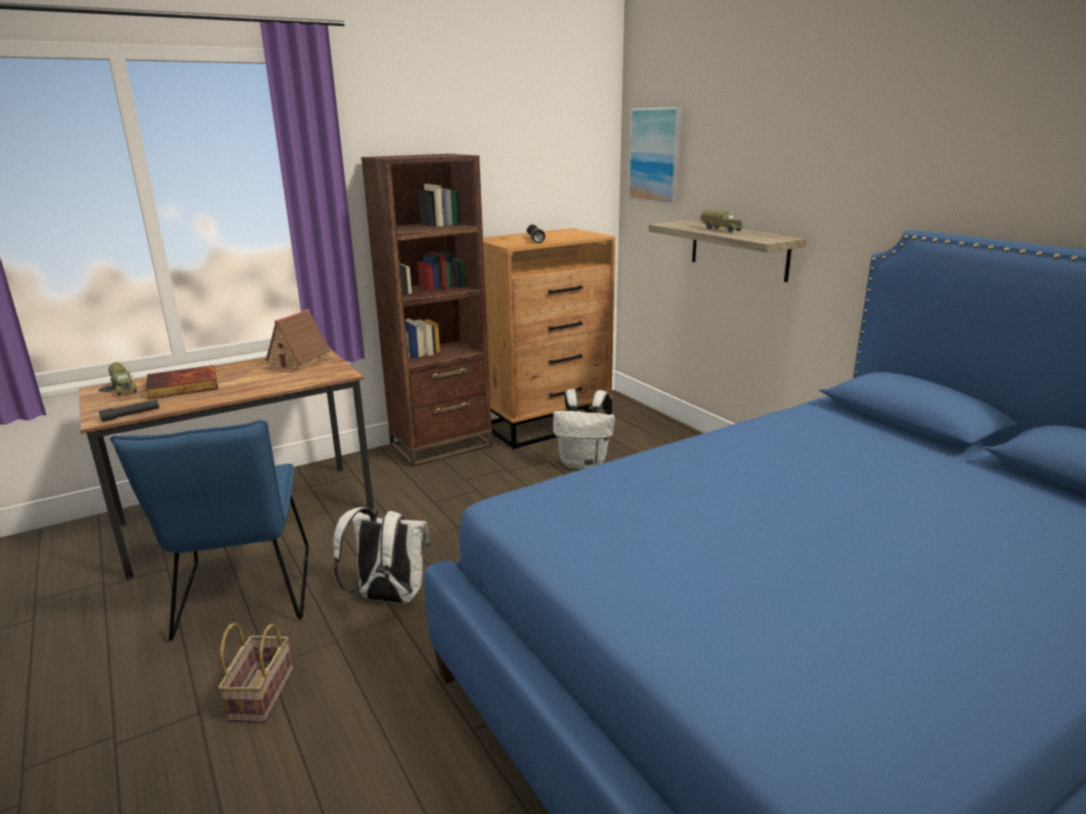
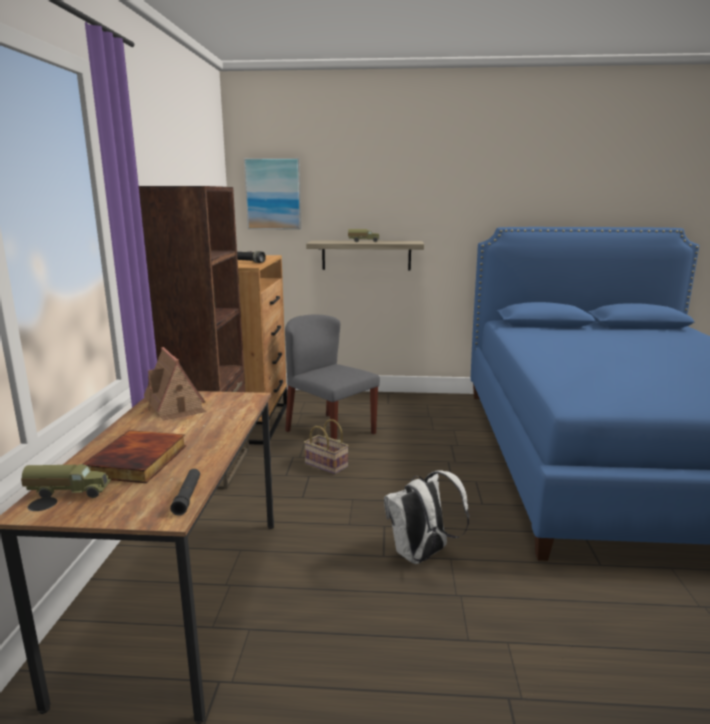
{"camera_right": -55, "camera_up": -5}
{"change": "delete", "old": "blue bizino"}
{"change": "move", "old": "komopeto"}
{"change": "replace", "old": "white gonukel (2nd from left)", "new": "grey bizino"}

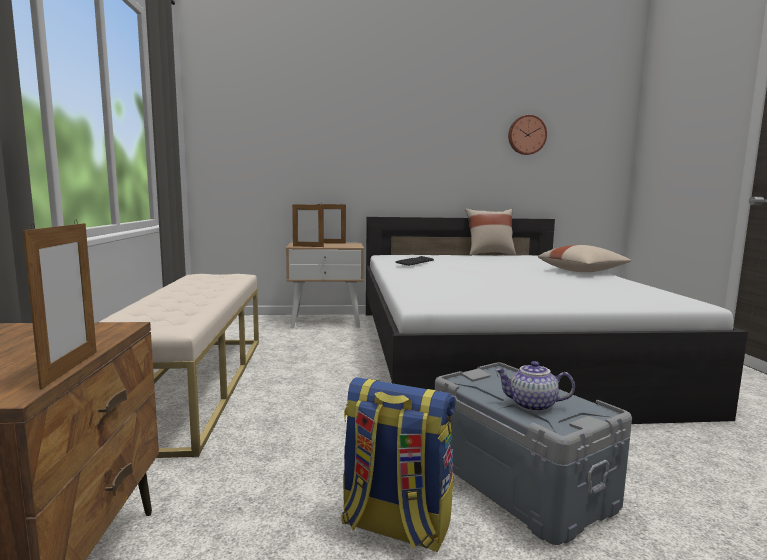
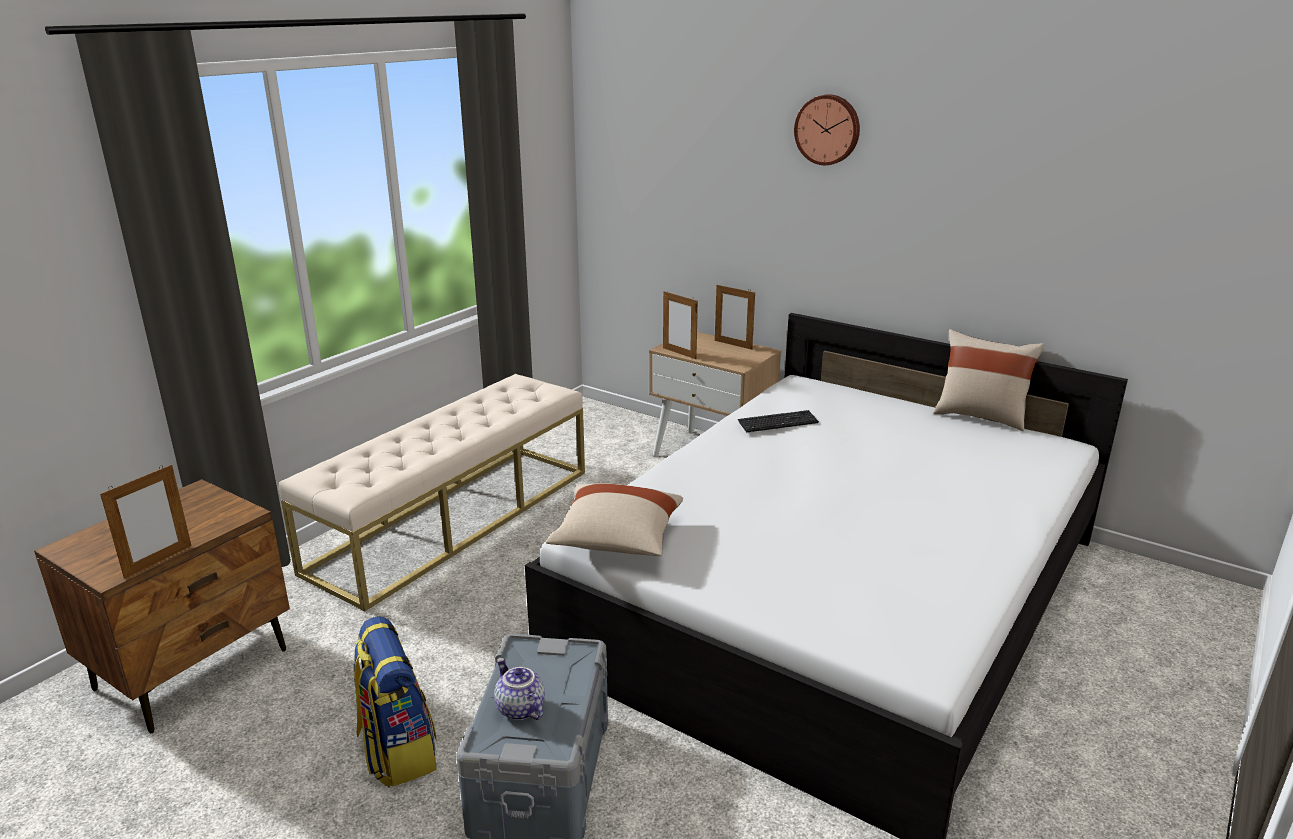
{"camera_right": 40, "camera_up": 15}
{"change": "move", "old": "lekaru"}
{"change": "move", "old": "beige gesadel (2nd from left in the first image)", "new": "beige gesadel (1st from left)"}

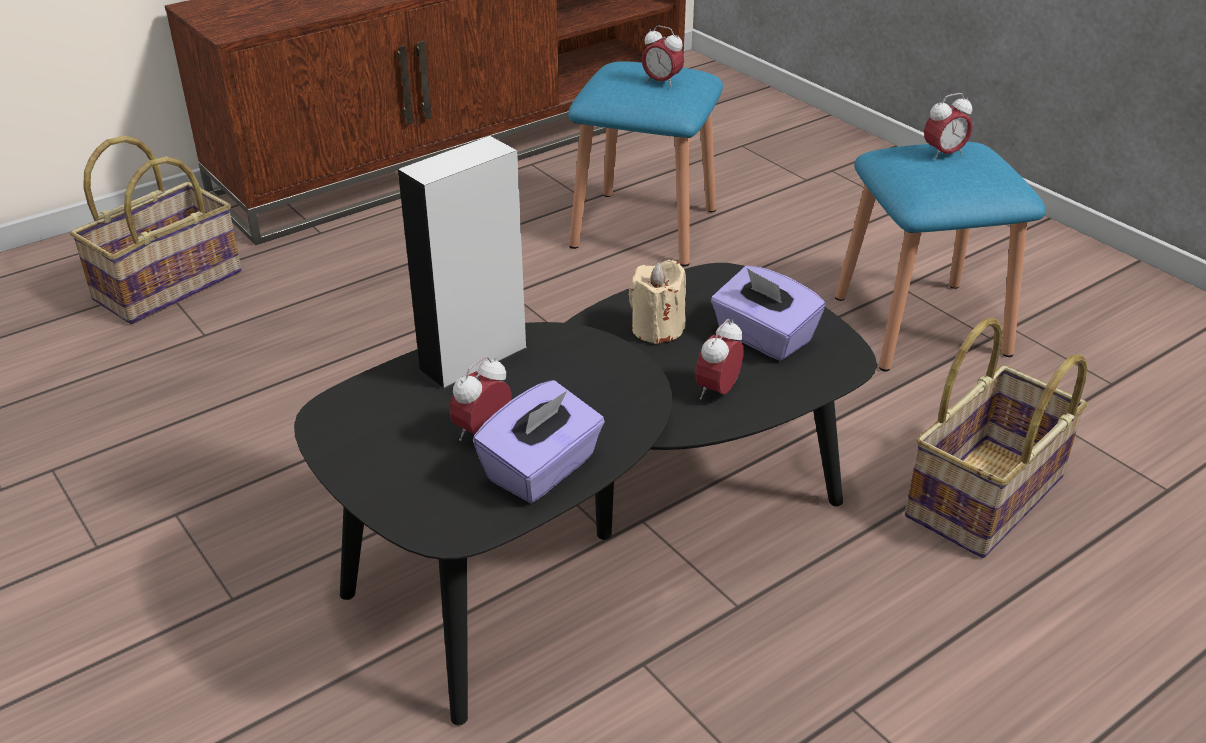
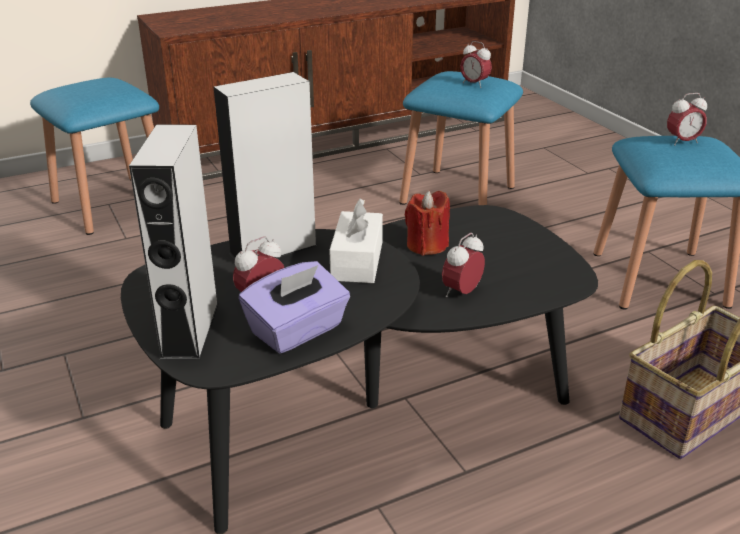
{"camera_right": 10, "camera_up": -5}
{"change": "replace", "old": "komopeto (1st from left)", "new": "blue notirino (1st from left)"}
{"change": "recolor", "old": "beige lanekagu", "new": "red lanekagu"}
{"change": "delete", "old": "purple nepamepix (2nd from left)"}
{"change": "insert", "new": "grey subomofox (1st from left)"}
{"change": "insert", "new": "white nepamepix"}

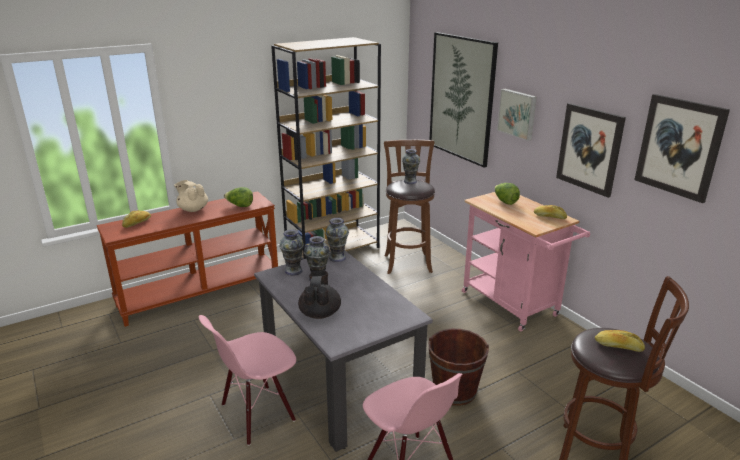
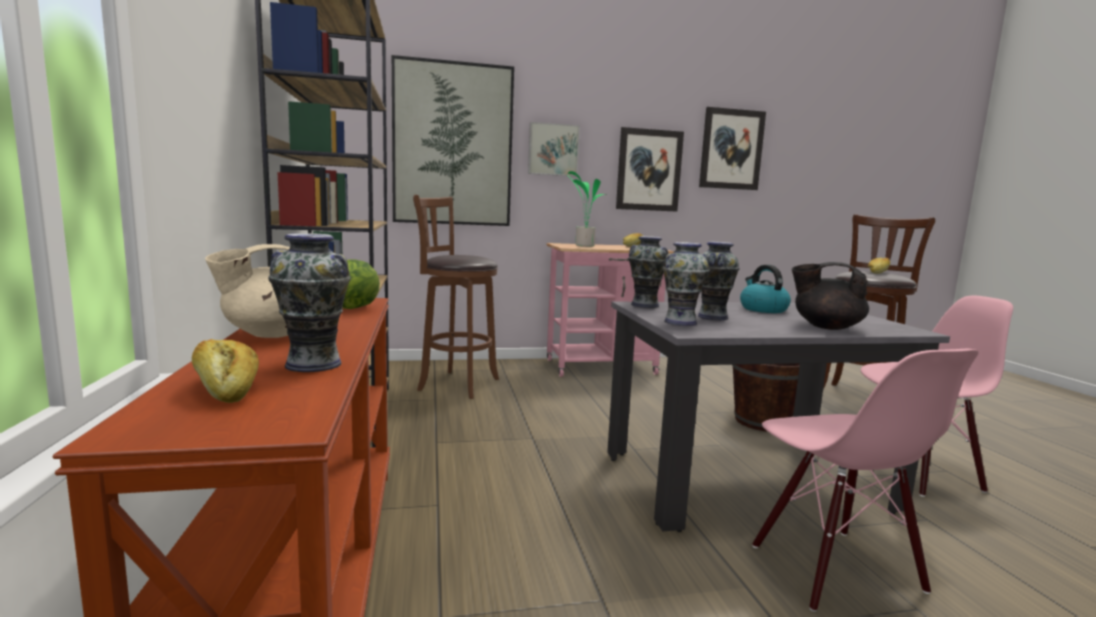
{"camera_right": -70, "camera_up": -15}
{"change": "move", "old": "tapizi (4th from left in the first image)", "new": "tapizi (1st from left)"}
{"change": "replace", "old": "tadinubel (2nd from left)", "new": "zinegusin"}
{"change": "insert", "new": "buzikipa"}

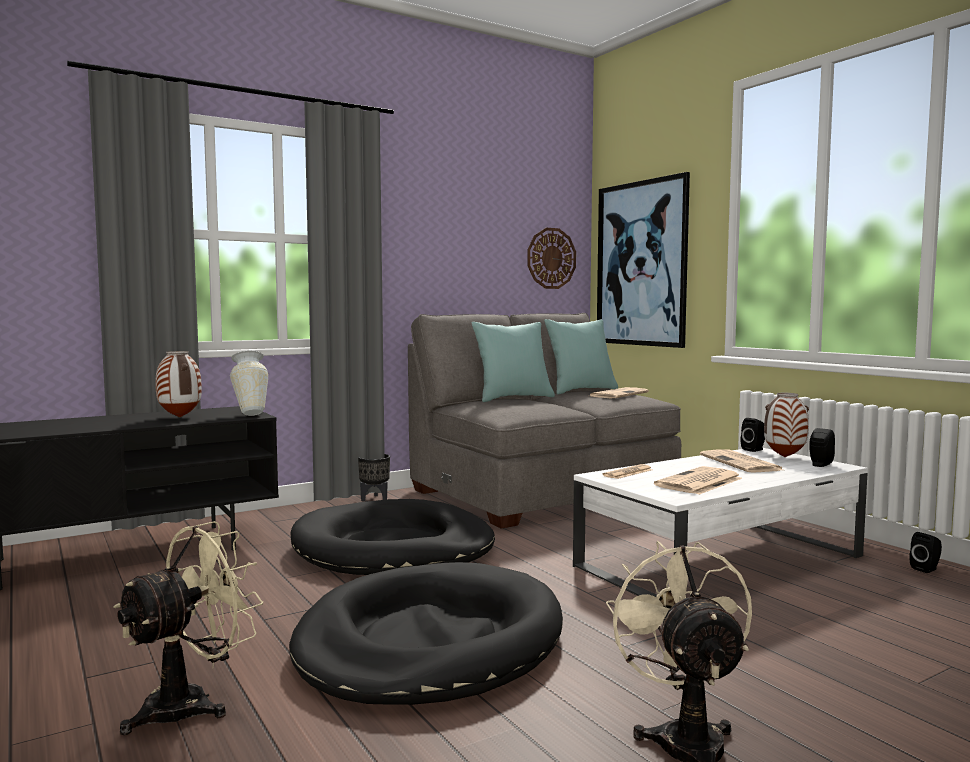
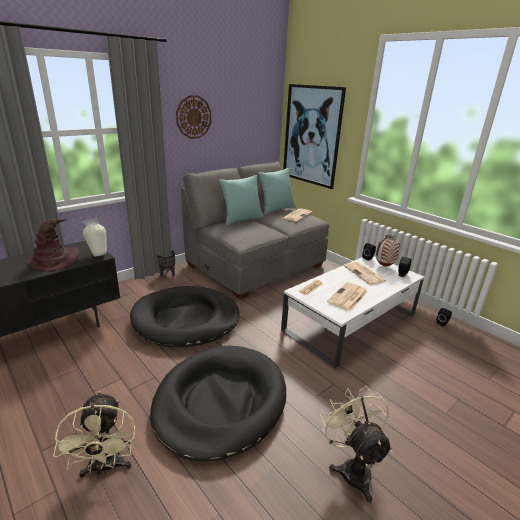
{"camera_right": -10, "camera_up": 20}
{"change": "rotate", "old": "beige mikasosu (1st from left)", "degrees": 135}
{"change": "replace", "old": "tapizi (1st from left)", "new": "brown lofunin"}
{"change": "move", "old": "lekaru"}

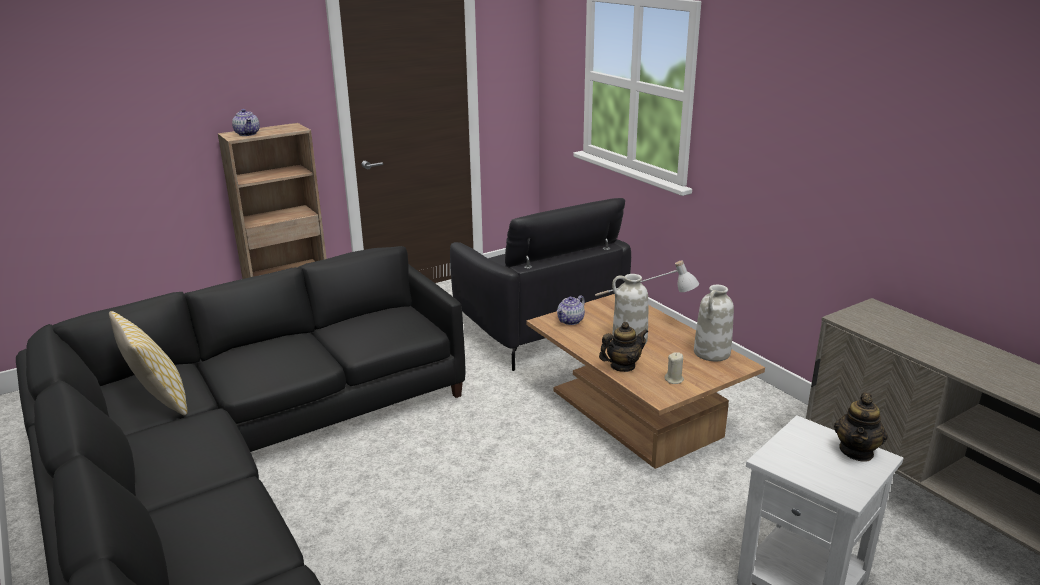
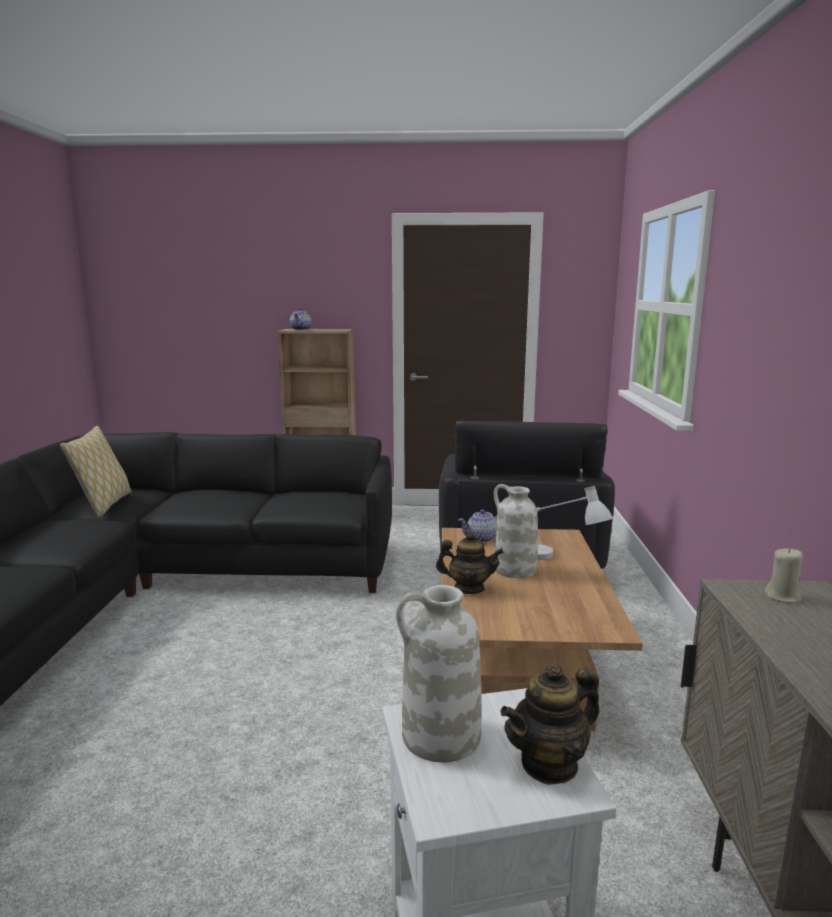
{"camera_right": 35, "camera_up": -10}
{"change": "move", "old": "beige lanekagu"}
{"change": "move", "old": "white tapizi (2nd from left in the first image)", "new": "white tapizi (1st from left)"}

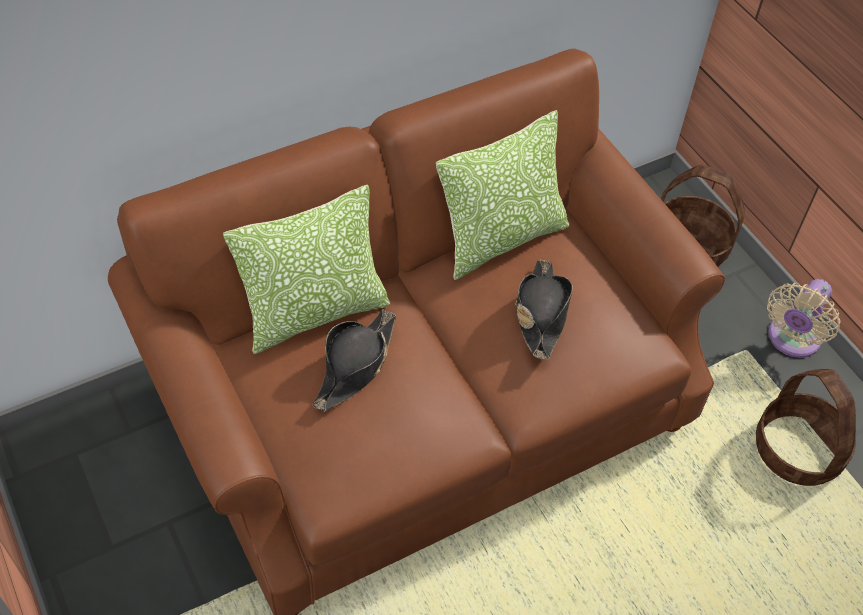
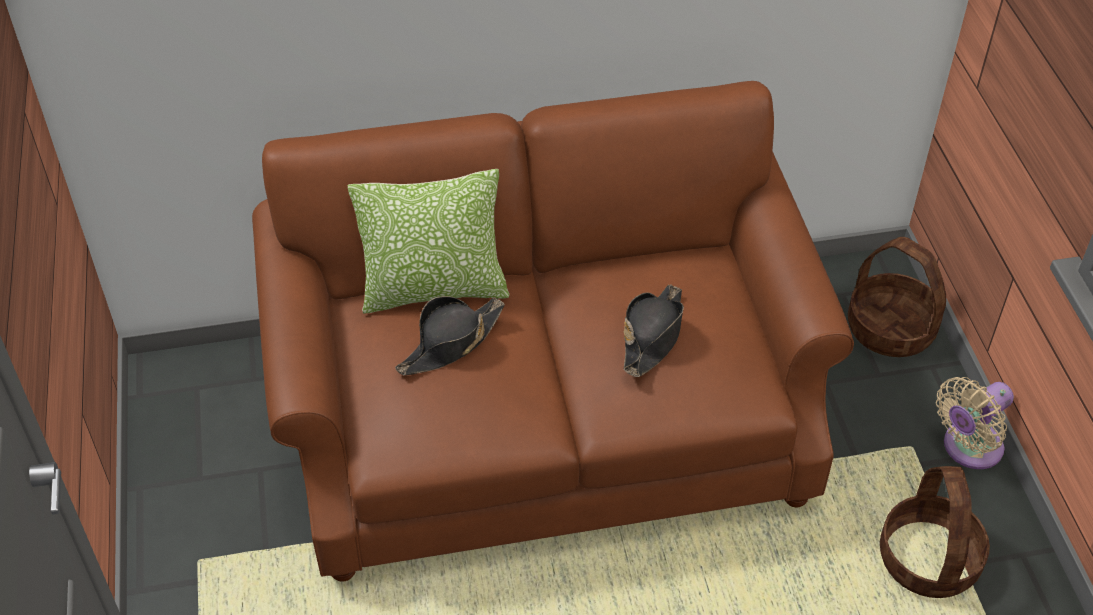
{"camera_right": 20, "camera_up": -5}
{"change": "delete", "old": "gesadel (2nd from left)"}

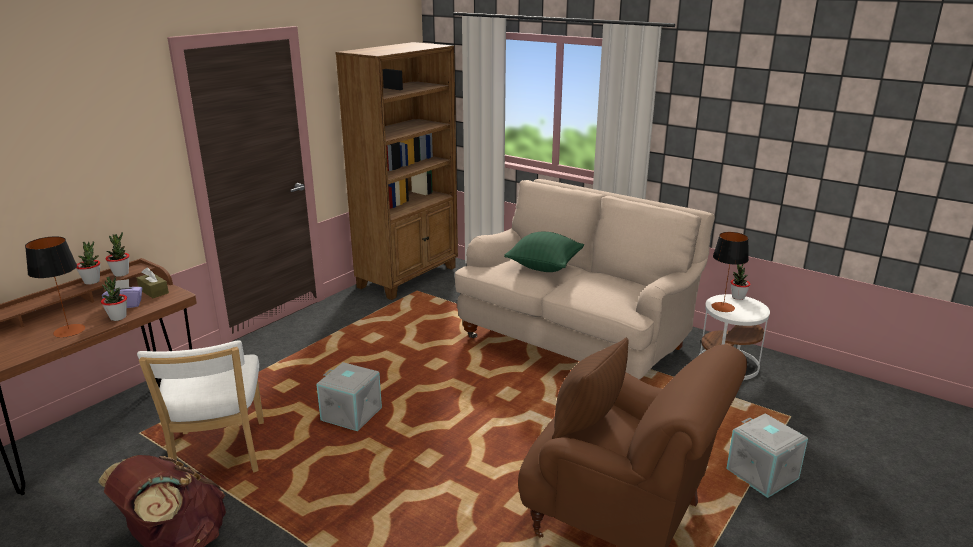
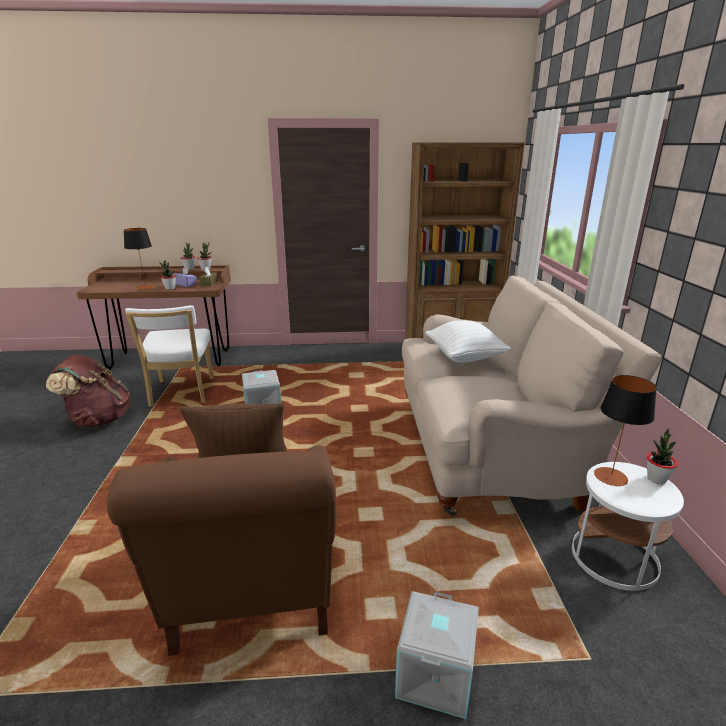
{"camera_right": 50, "camera_up": 0}
{"change": "rotate", "old": "white bizino", "degrees": -45}
{"change": "recolor", "old": "green gesadel", "new": "white gesadel"}

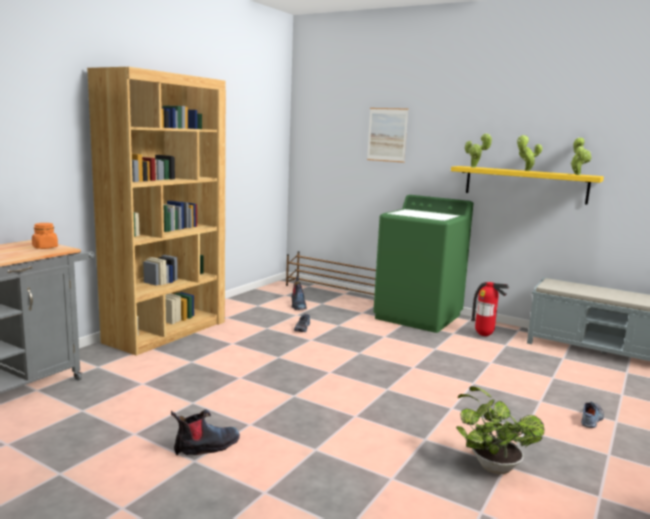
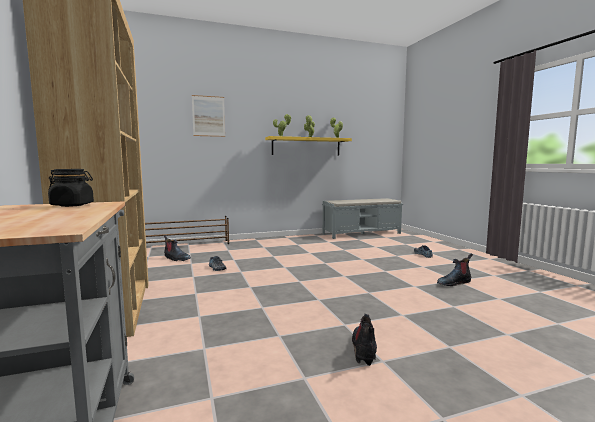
{"camera_right": -50, "camera_up": -5}
{"change": "recolor", "old": "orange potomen", "new": "black potomen"}
{"change": "delete", "old": "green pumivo"}
{"change": "replace", "old": "zinegusin (2nd from left)", "new": "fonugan (3rd from left)"}
{"change": "delete", "old": "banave"}

